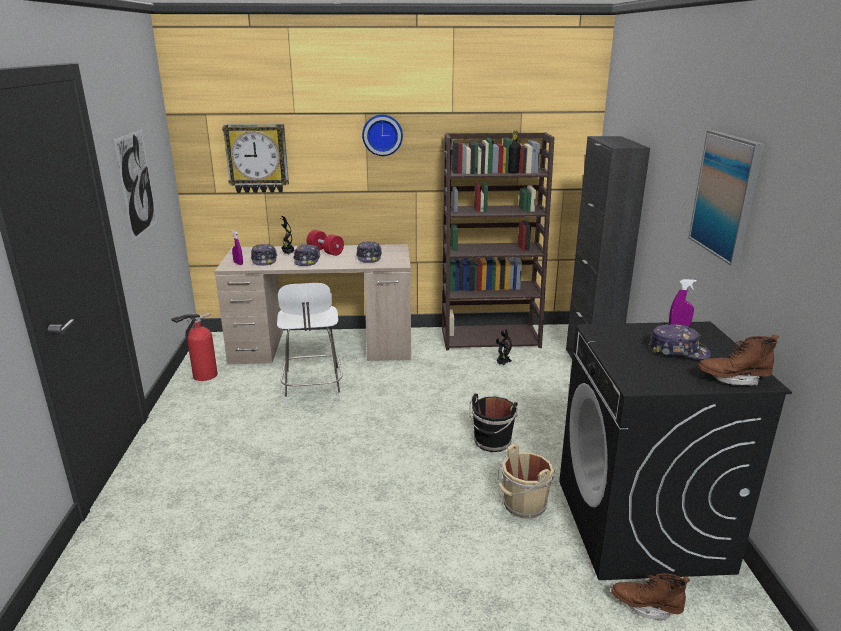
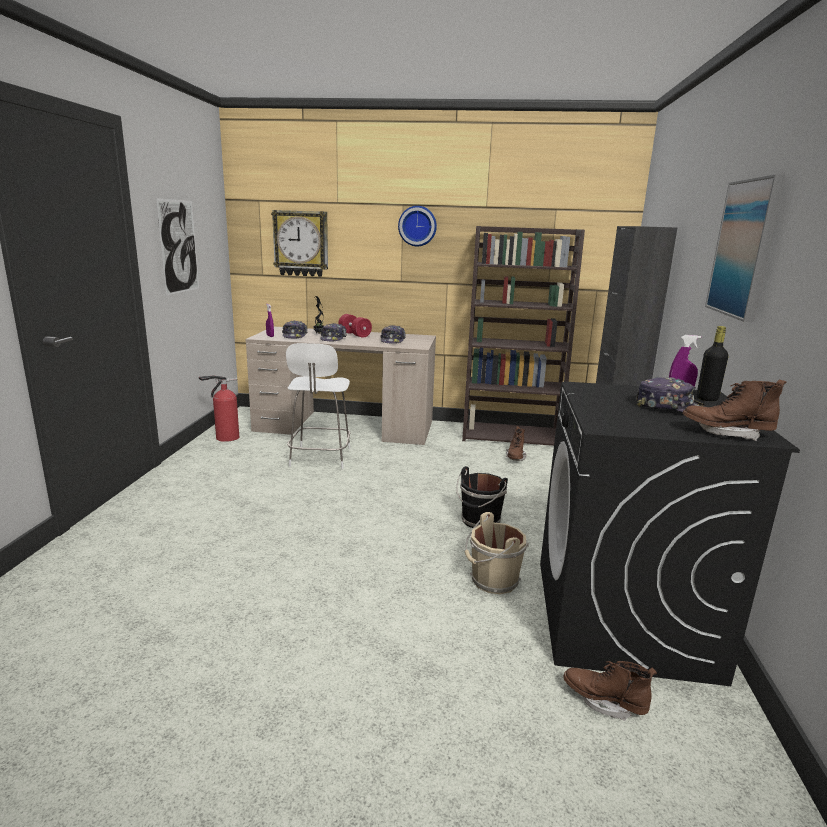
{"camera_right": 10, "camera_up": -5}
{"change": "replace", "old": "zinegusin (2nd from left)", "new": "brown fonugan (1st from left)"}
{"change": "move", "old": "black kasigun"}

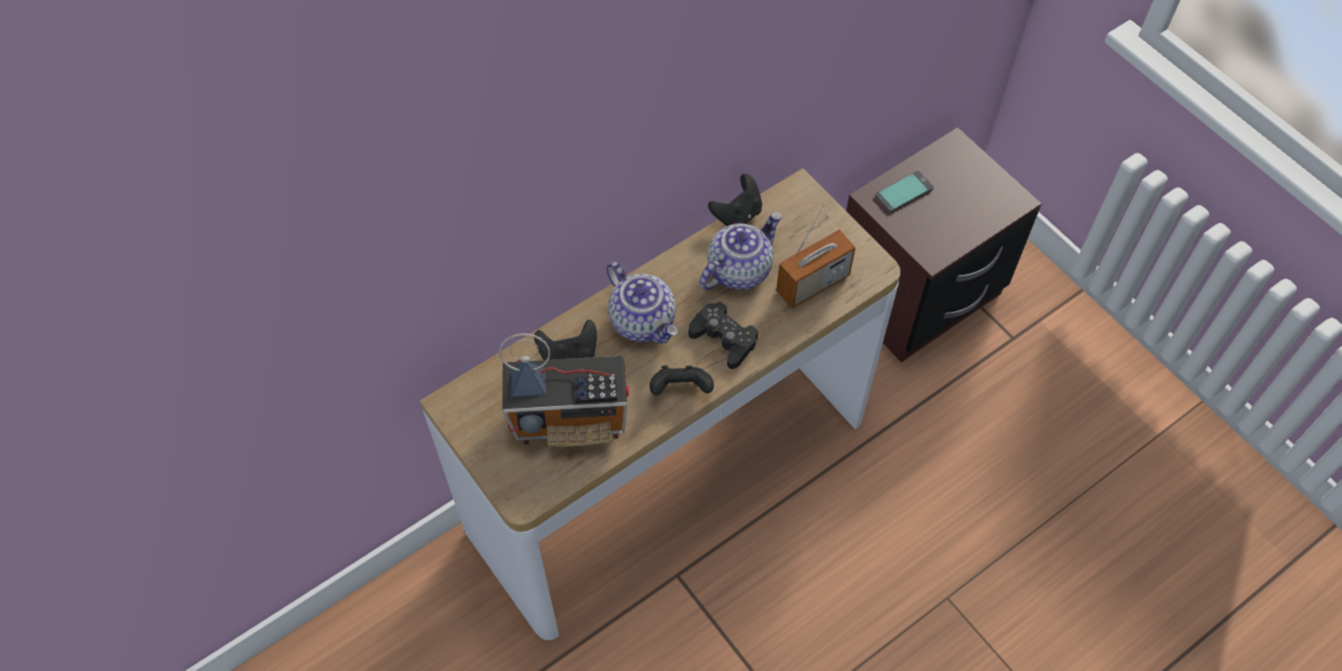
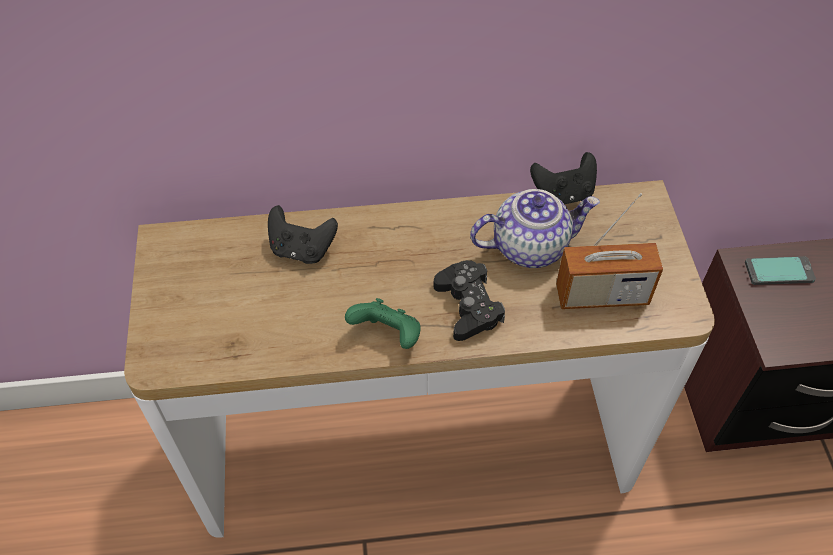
{"camera_right": 30, "camera_up": -5}
{"change": "delete", "old": "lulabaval (1st from left)"}
{"change": "delete", "old": "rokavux (1st from left)"}
{"change": "recolor", "old": "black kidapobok (2nd from left)", "new": "green kidapobok"}

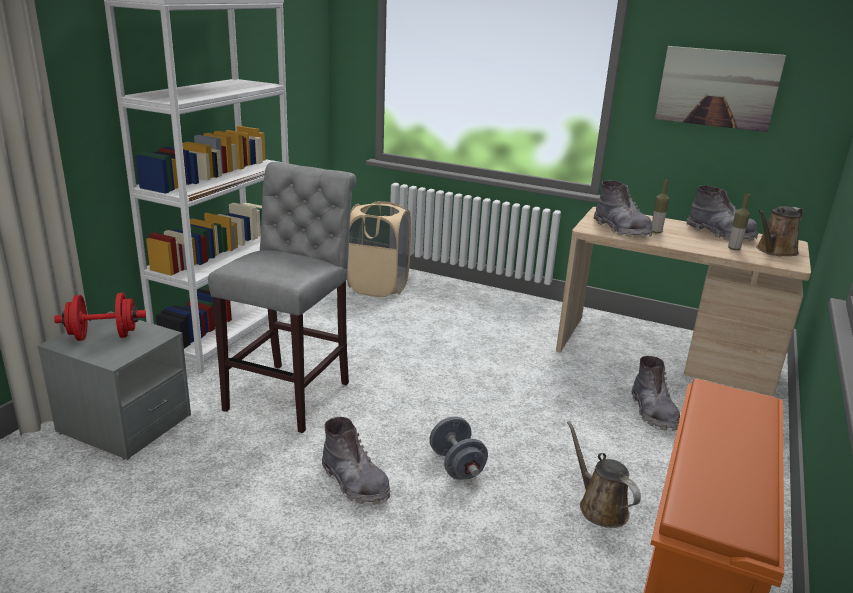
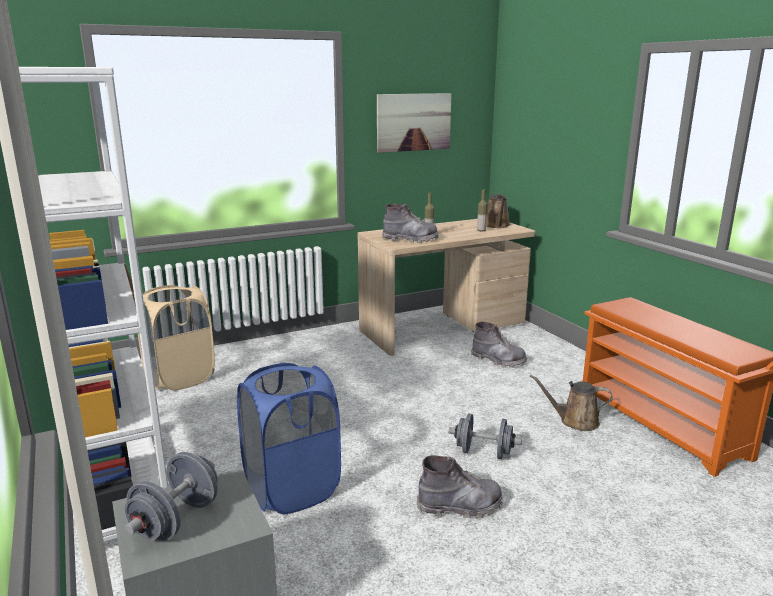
{"camera_right": -50, "camera_up": -5}
{"change": "recolor", "old": "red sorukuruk", "new": "grey sorukuruk (1st from left)"}
{"change": "replace", "old": "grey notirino", "new": "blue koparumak"}
{"change": "delete", "old": "grey fonugan (4th from left)"}

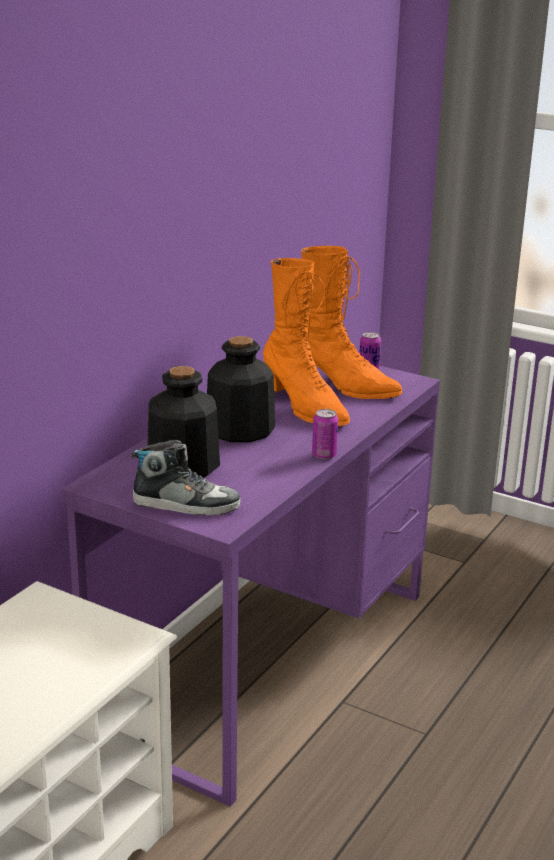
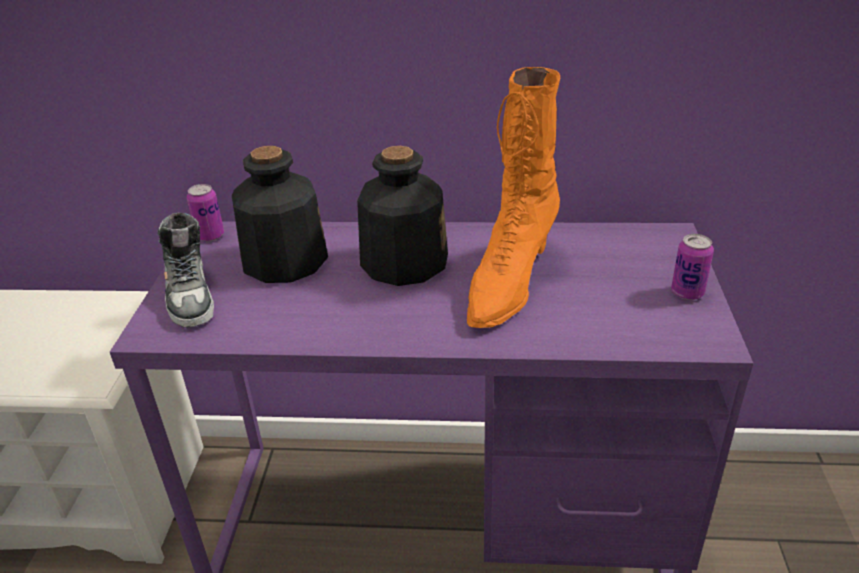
{"camera_right": 65, "camera_up": 10}
{"change": "delete", "old": "orange fonugan (2nd from left)"}
{"change": "move", "old": "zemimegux (1st from left)"}

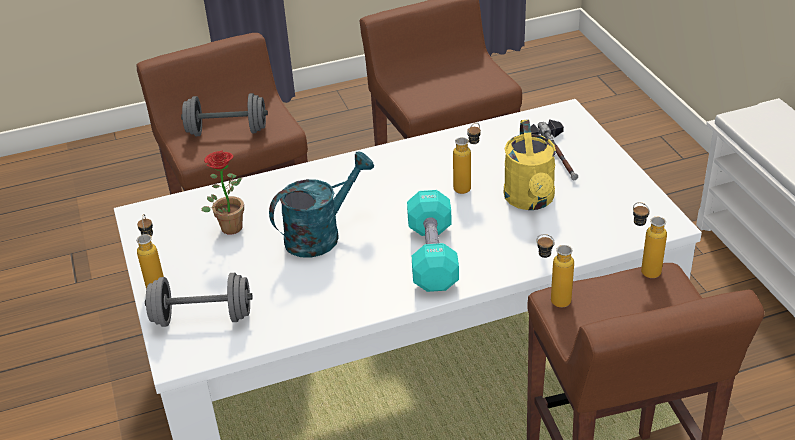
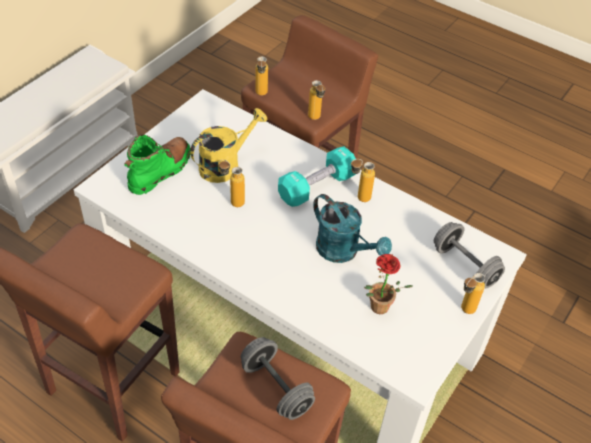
{"camera_right": -130, "camera_up": 10}
{"change": "rotate", "old": "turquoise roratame", "degrees": -150}
{"change": "replace", "old": "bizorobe", "new": "green fonugan"}
{"change": "insert", "new": "kasigun (4th from left)"}

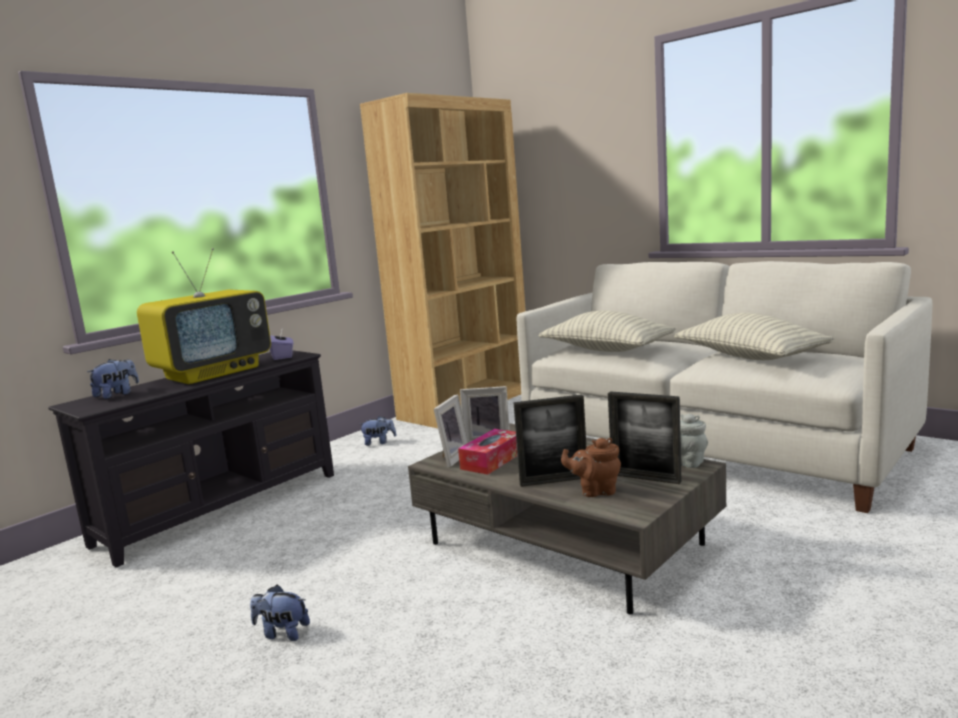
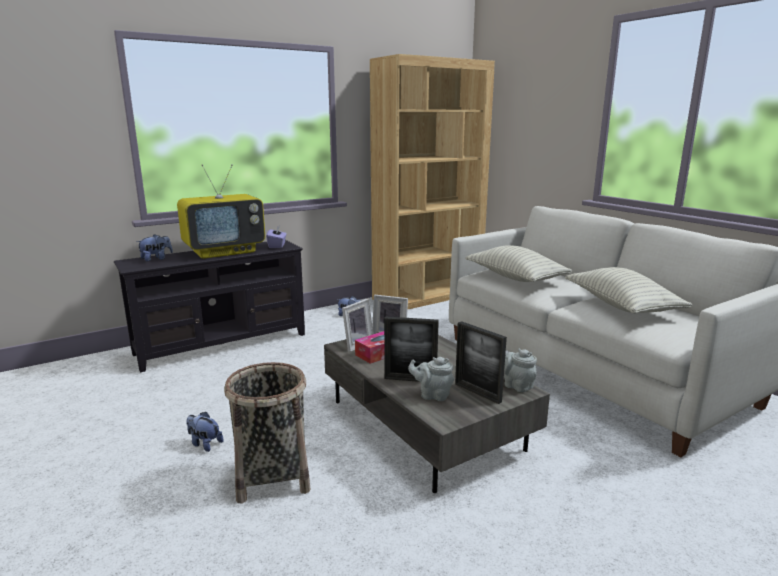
{"camera_right": 15, "camera_up": 5}
{"change": "recolor", "old": "brown rokavux", "new": "grey rokavux (1st from left)"}
{"change": "insert", "new": "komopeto"}

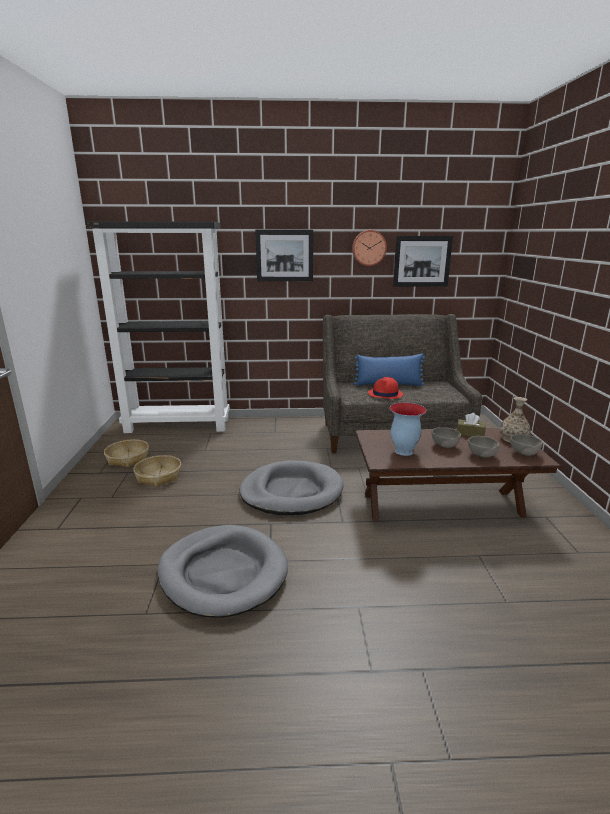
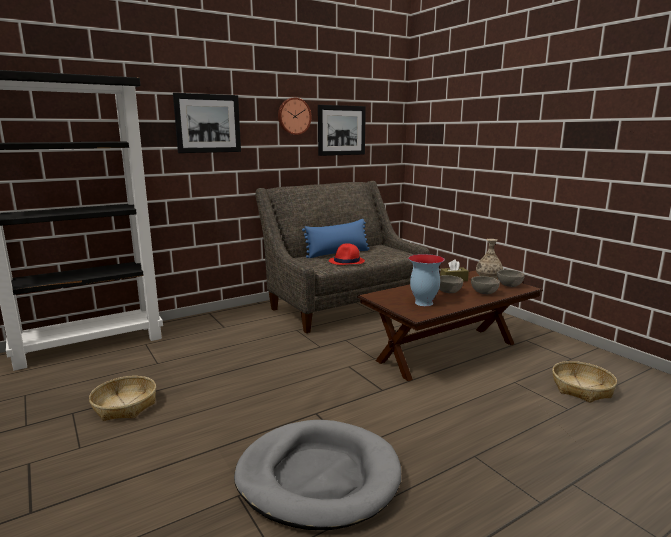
{"camera_right": -30, "camera_up": -5}
{"change": "move", "old": "komopeto (1st from left in the first image)", "new": "komopeto (2nd from left)"}
{"change": "delete", "old": "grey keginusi (2nd from left)"}

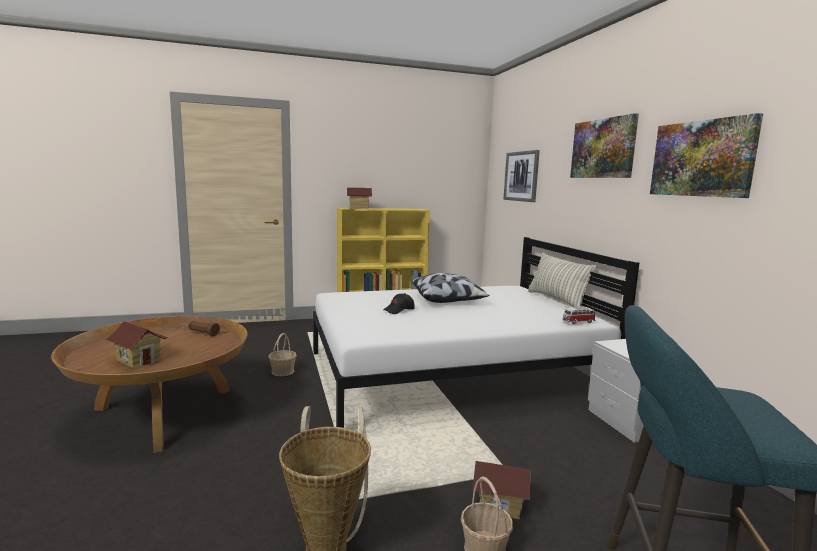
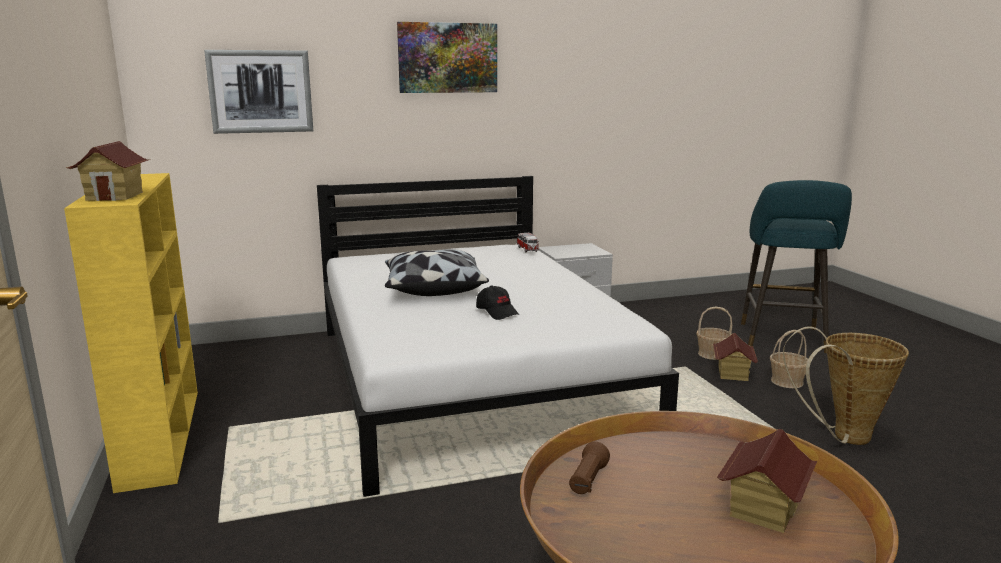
{"camera_right": -90, "camera_up": 5}
{"change": "move", "old": "komopeto (1st from left)"}
{"change": "delete", "old": "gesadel (2nd from left)"}
{"change": "delete", "old": "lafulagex (3rd from left)"}

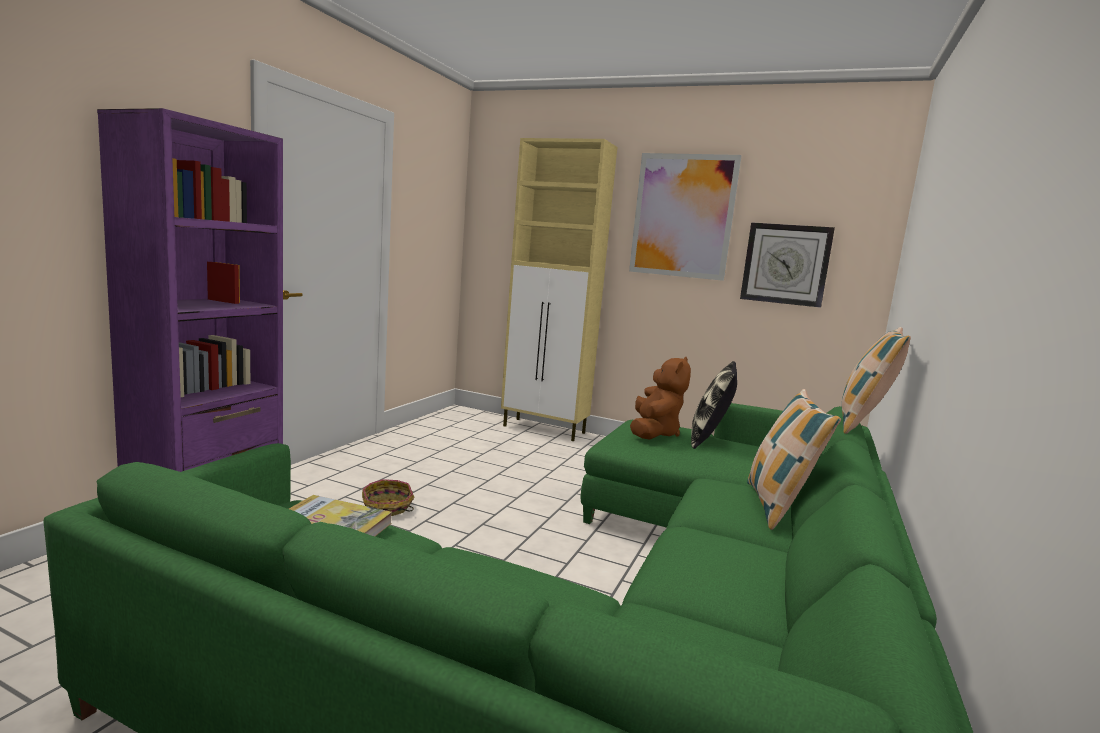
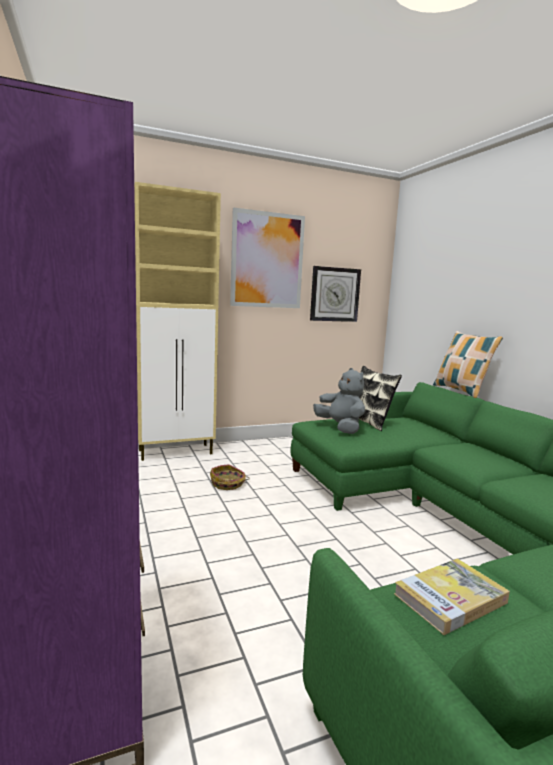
{"camera_right": -45, "camera_up": 0}
{"change": "move", "old": "komopeto"}
{"change": "recolor", "old": "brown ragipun", "new": "grey ragipun"}
{"change": "delete", "old": "gesadel (2nd from left)"}

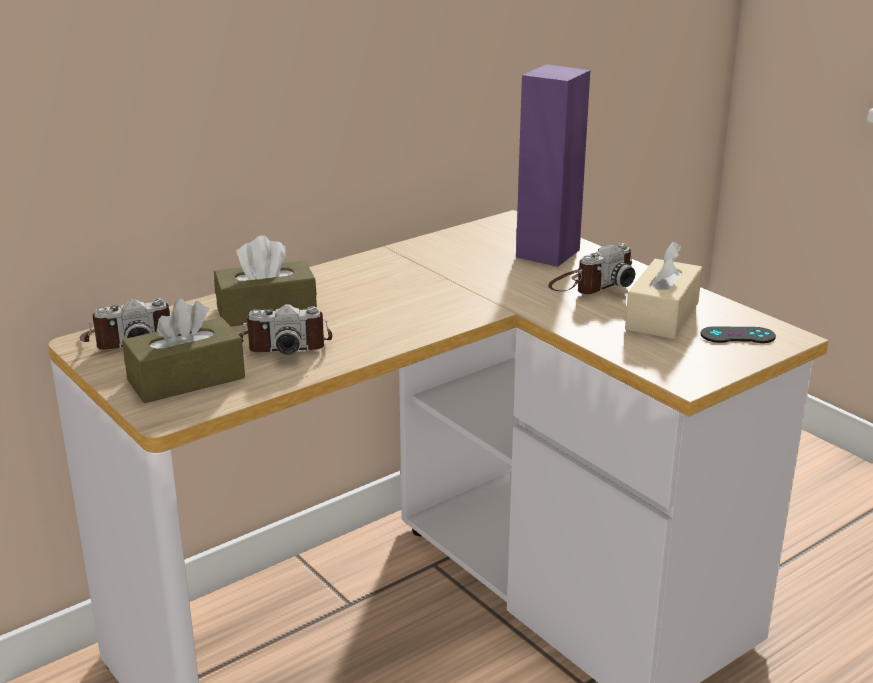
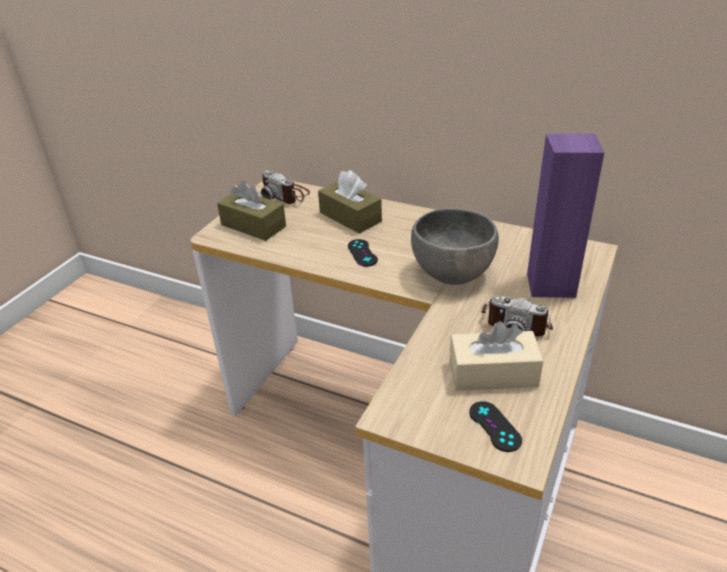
{"camera_right": 65, "camera_up": 10}
{"change": "delete", "old": "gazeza (2nd from left)"}
{"change": "insert", "new": "black kidapobok (1st from left)"}
{"change": "insert", "new": "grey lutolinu"}

